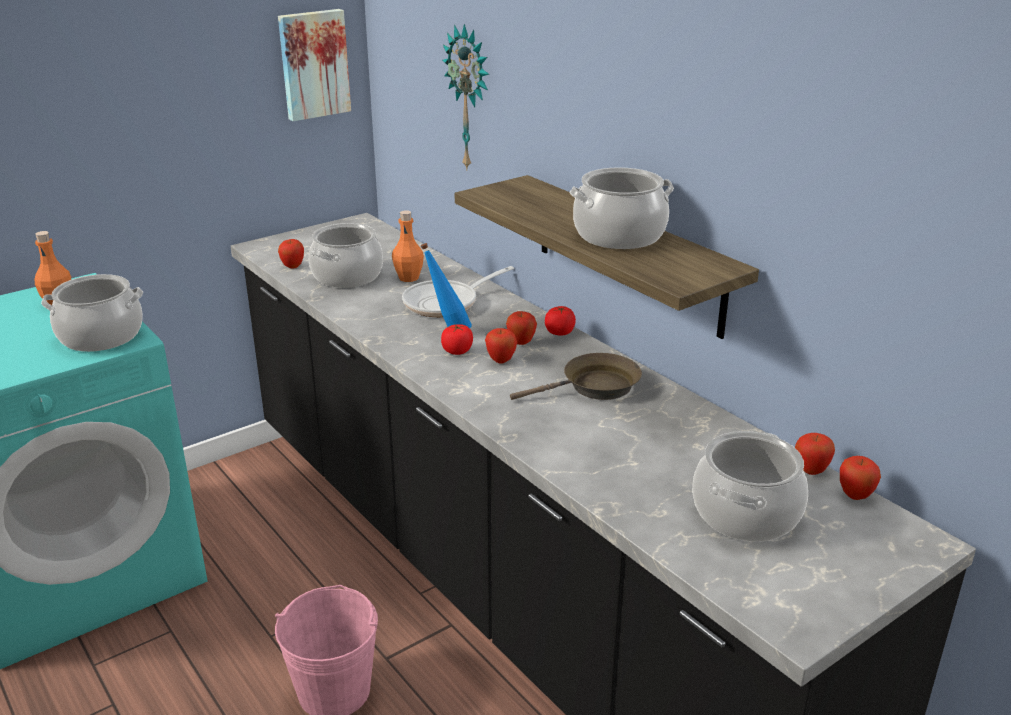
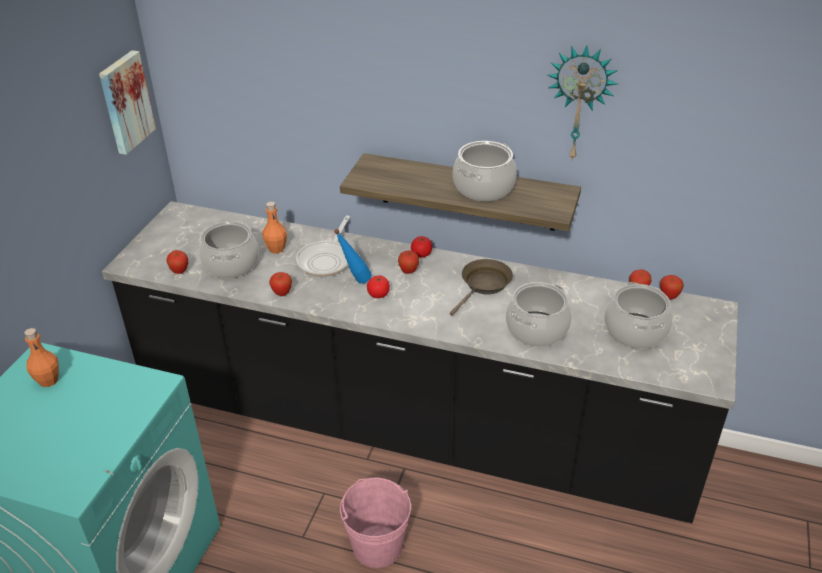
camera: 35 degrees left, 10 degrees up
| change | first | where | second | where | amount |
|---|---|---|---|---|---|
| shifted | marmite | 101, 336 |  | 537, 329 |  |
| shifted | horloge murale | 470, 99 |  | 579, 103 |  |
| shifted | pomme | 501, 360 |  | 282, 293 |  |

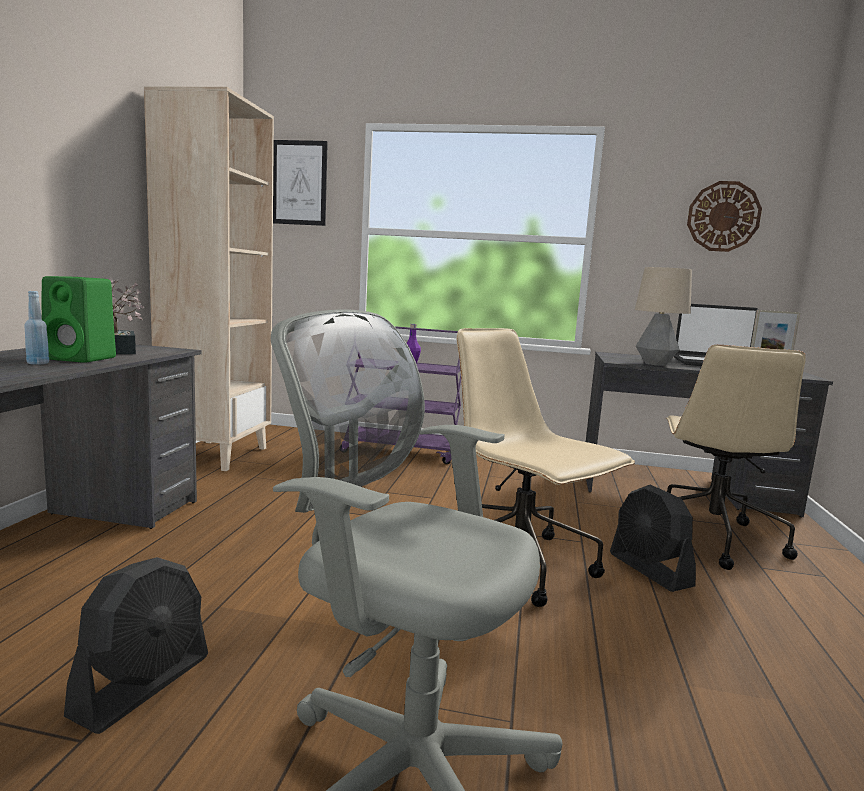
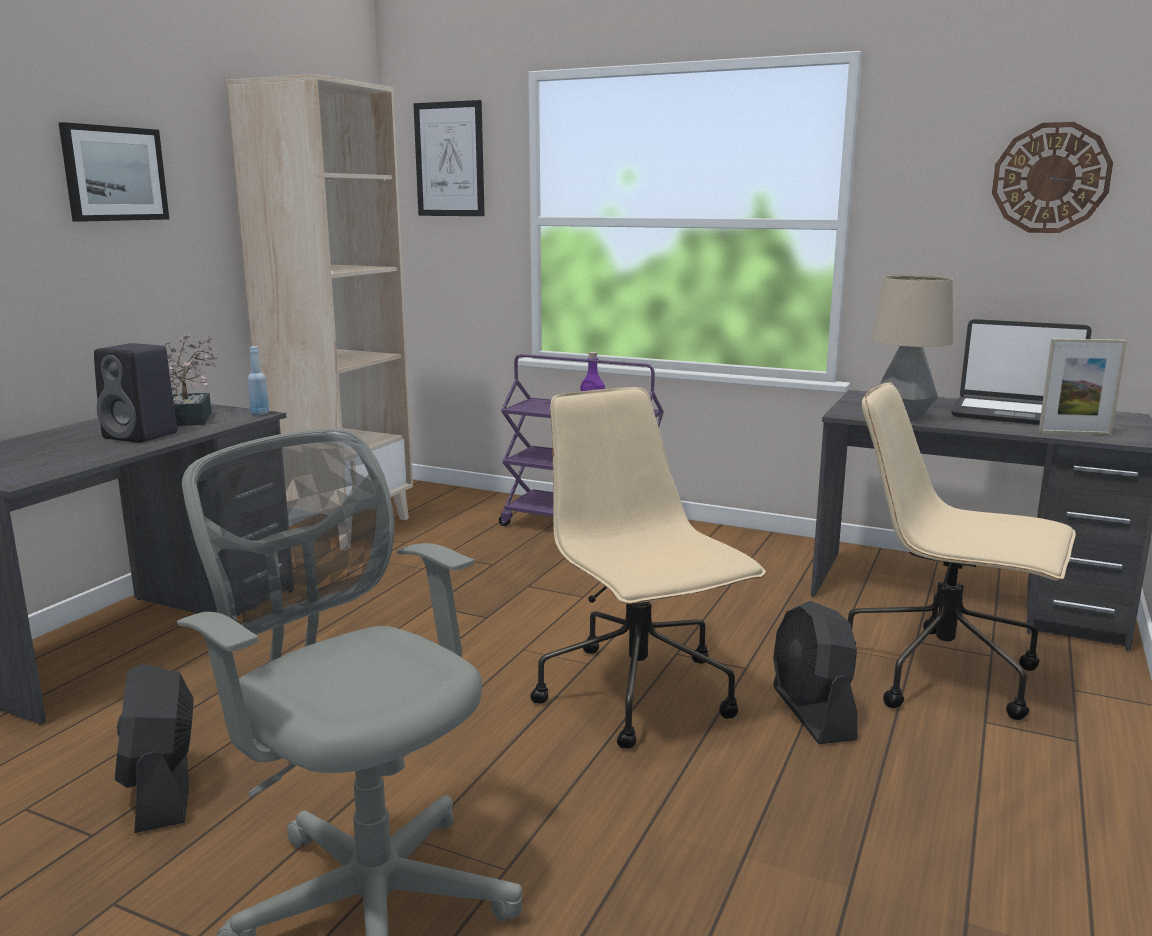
camera: 15 degrees right, 5 degrees up
| change | first | where | second | where | amount |
|---|---|---|---|---|---|
| new |  |  | tableau | 114, 174 |  |
| shifted | bouteille [bleu] | 38, 363 |  | 260, 413 |  |
| repainted | enceinte [vert] | 83, 358 | enceinte [noir] | 143, 435 |  |
| rotated | ventilateur [noir] | 143, 685 |  | 162, 791 | 120 degrees clockwise |
| rotated | chaise de bureau [beige] | 710, 537 |  | 944, 673 | 90 degrees clockwise |

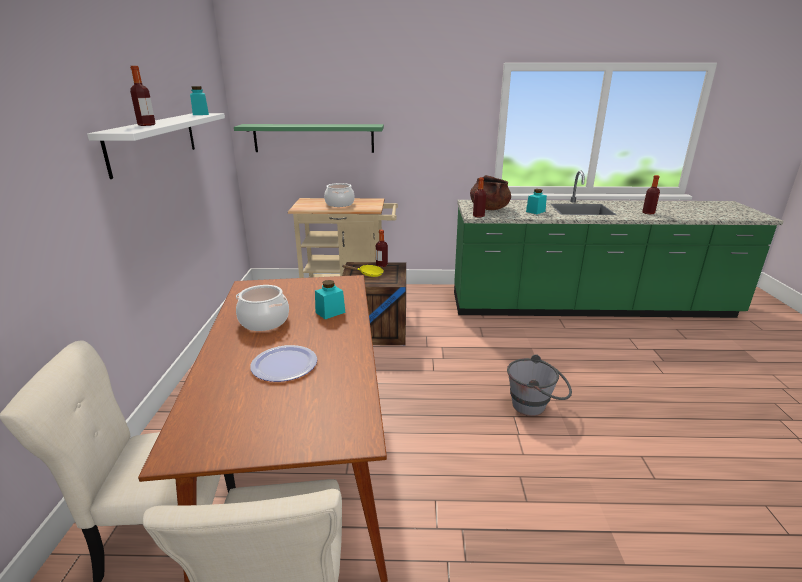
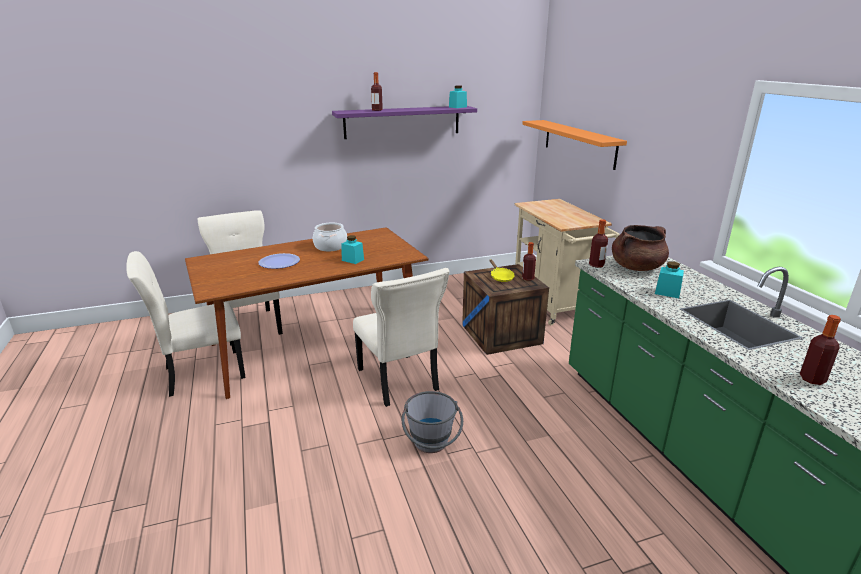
camera: 70 degrees right, 0 degrees up
| change | first | where | second | where | amount |
|---|---|---|---|---|---|
| gone | marmite | 339, 204 |  |  |  |
| new |  |  | chaise [beige] | 398, 381 |  |
| repainted | étagère [blanc] | 154, 141 | étagère [violet] | 402, 122 |  |
| repainted | étagère [vert] | 313, 138 | étagère [orange] | 579, 143 |  |

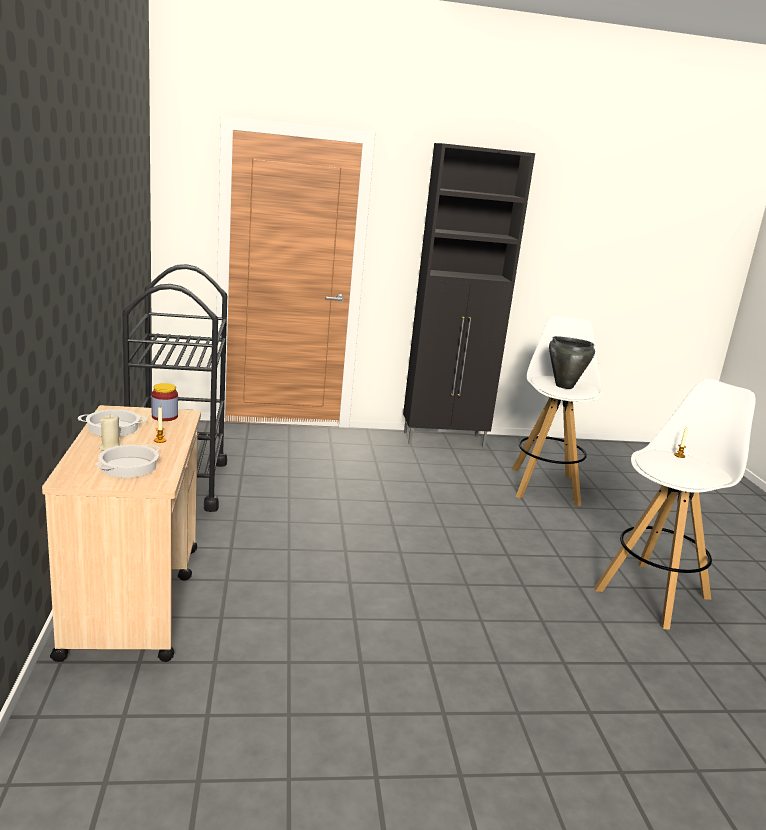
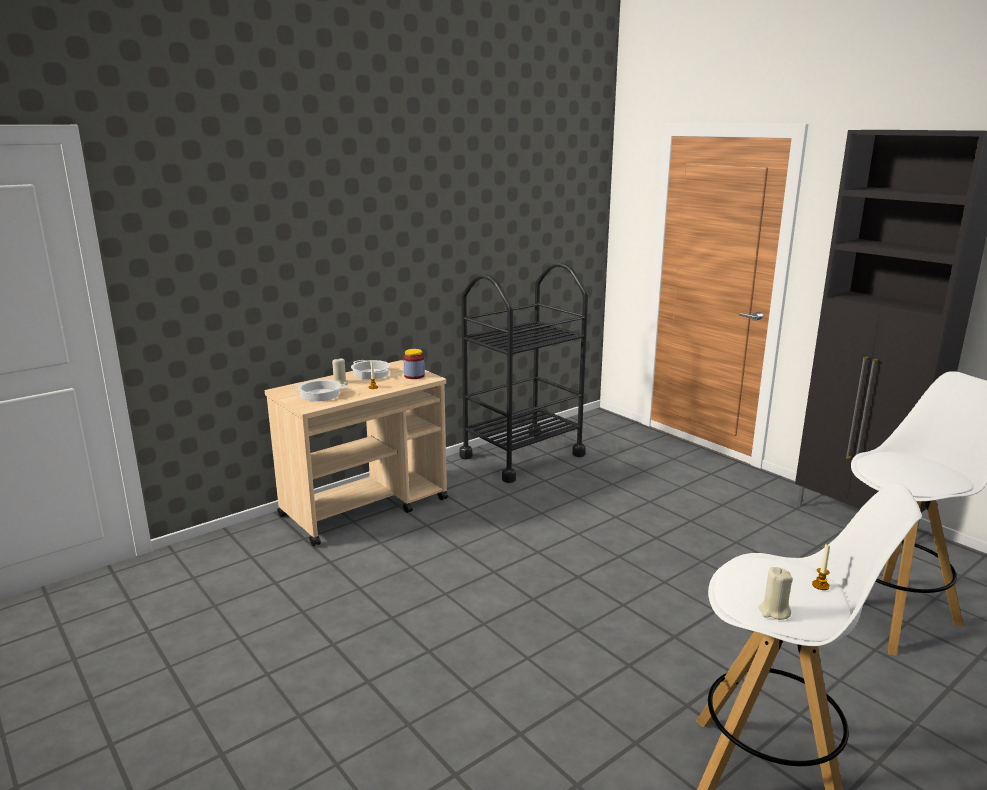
camera: 60 degrees right, 0 degrees up
| change | first | where | second | where | amount |
|---|---|---|---|---|---|
| gone | marmite [noir] | 564, 386 |  |  |  |
| new |  |  | bougie [beige] | 774, 611 |  |

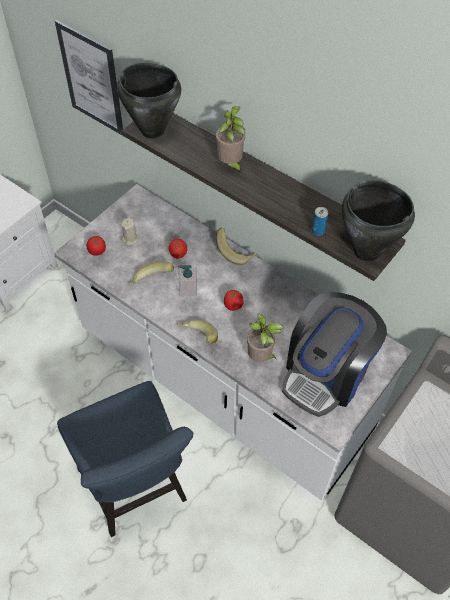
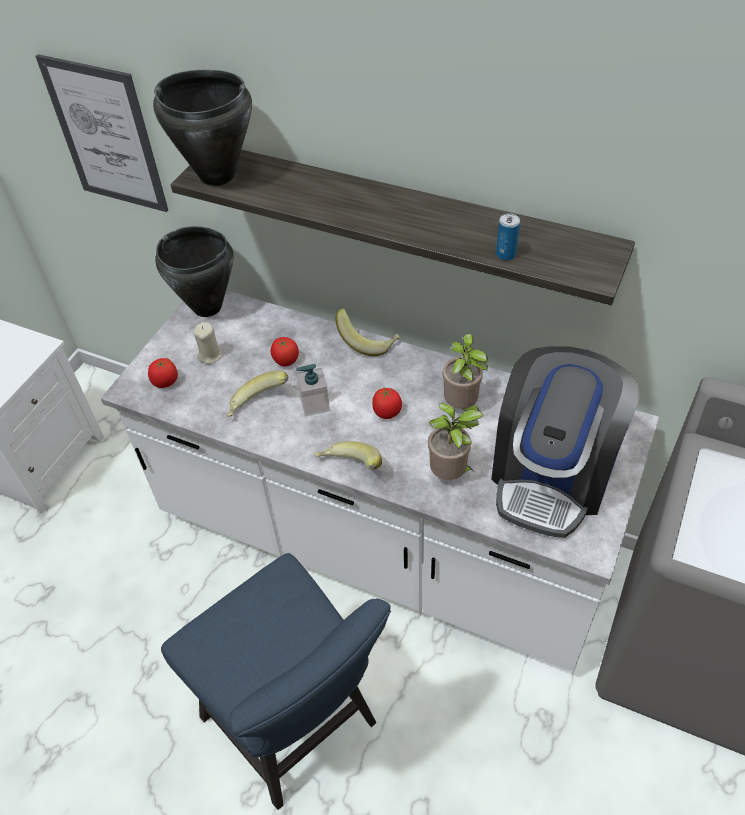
camera: 10 degrees left, 5 degrees down
| change | first | where | second | where | amount |
|---|---|---|---|---|---|
| shifted | plante en pot | 230, 164 |  | 462, 407 |  |
| shifted | marmite [noir] | 366, 251 |  | 207, 308 |  |

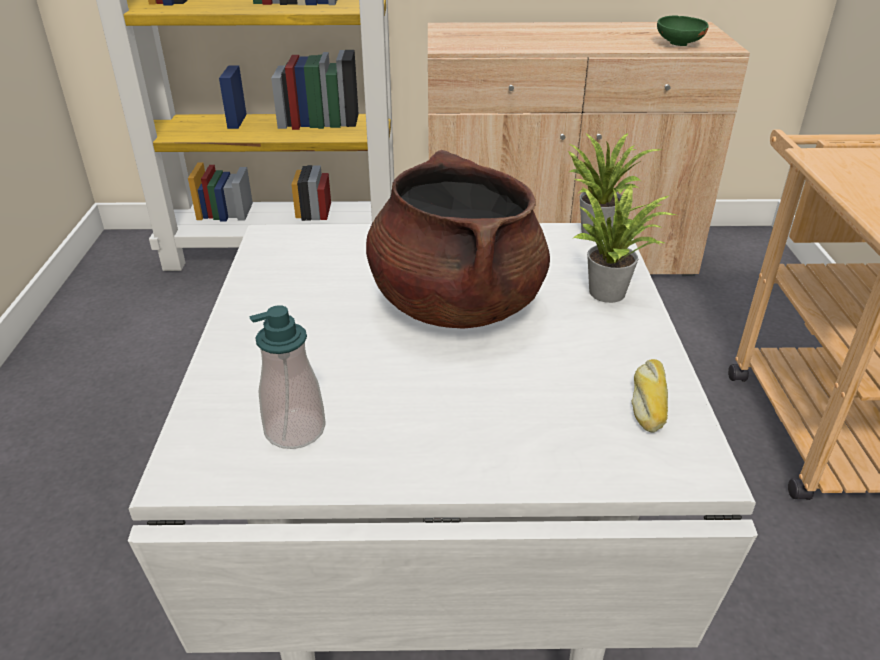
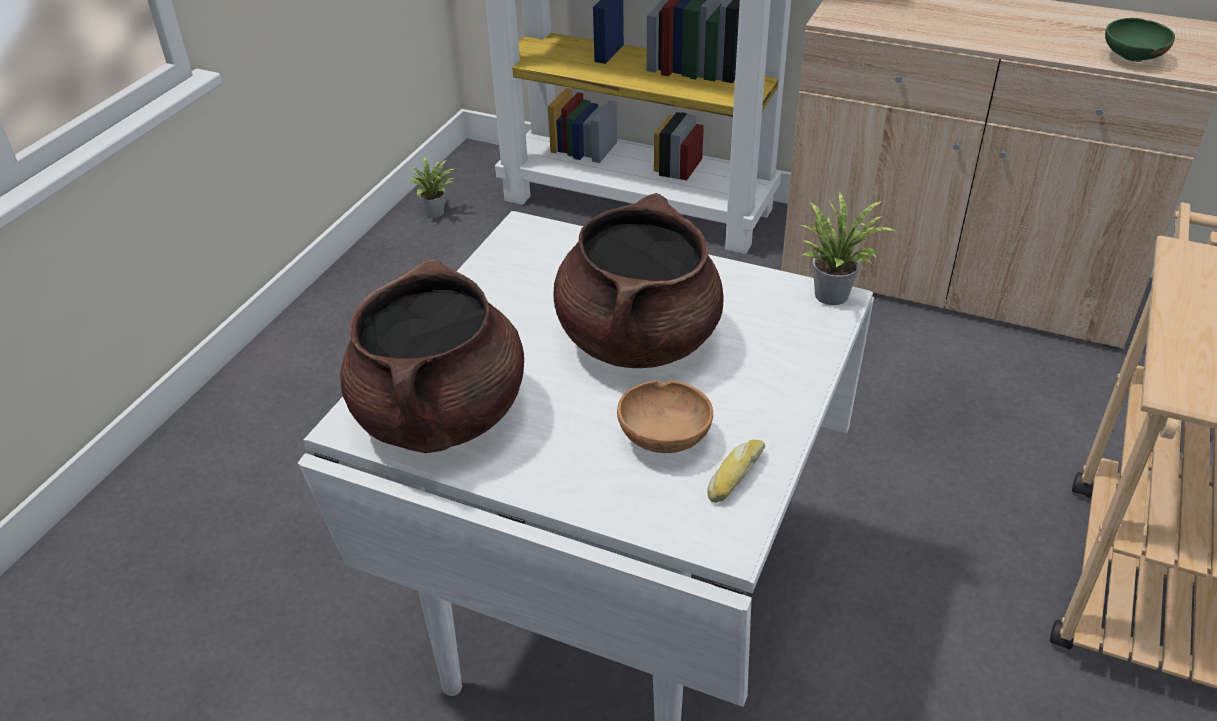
camera: 25 degrees right, 5 degrees up
| change | first | where | second | where | amount |
|---|---|---|---|---|---|
| new |  |  | bol [marron] | 666, 438 |  |
| shifted | plante en pot | 612, 292 |  | 437, 213 |  |
| swapped | distributeur de savon | 295, 430 | marmite [marron] | 441, 416 |  |

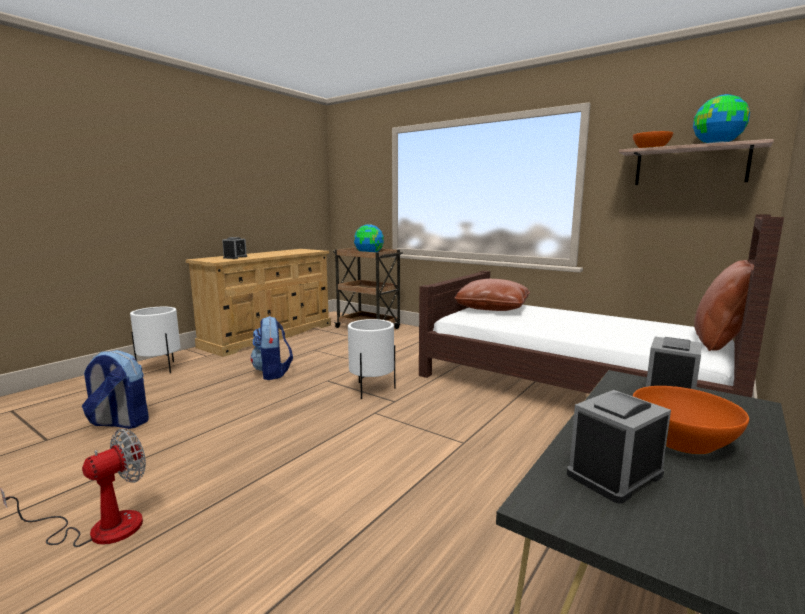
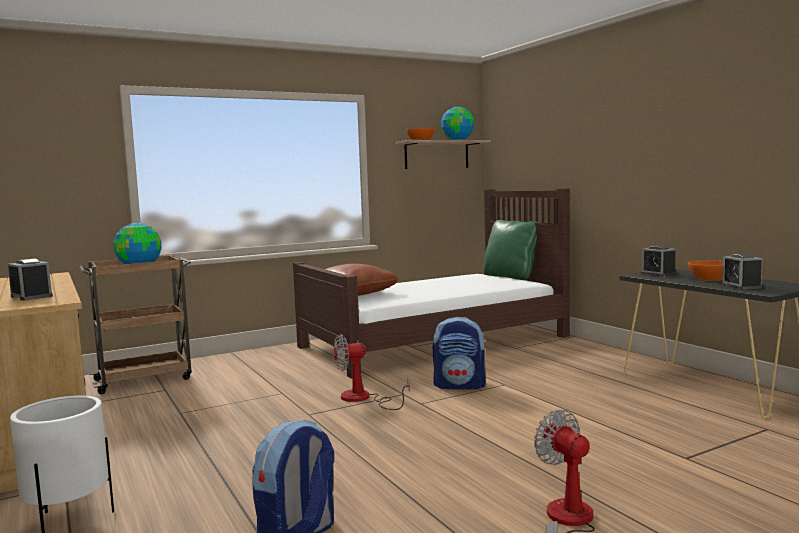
camera: 65 degrees left, 5 degrees down
| change | first | where | second | where | amount |
|---|---|---|---|---|---|
| shifted | sac à dos | 273, 373 |  | 460, 385 |  |
| swapped | cache-pot [blanc] | 371, 389 | ventilateur | 363, 399 |  |
| repainted | coussin [marron] | 721, 343 | coussin [vert] | 511, 277 |  |

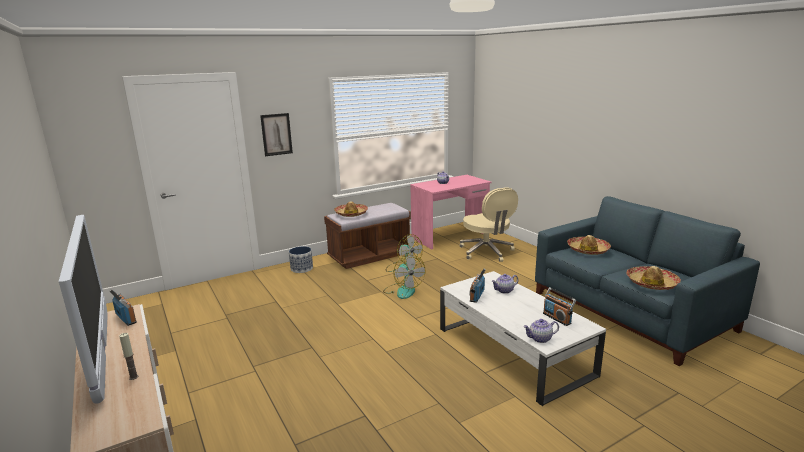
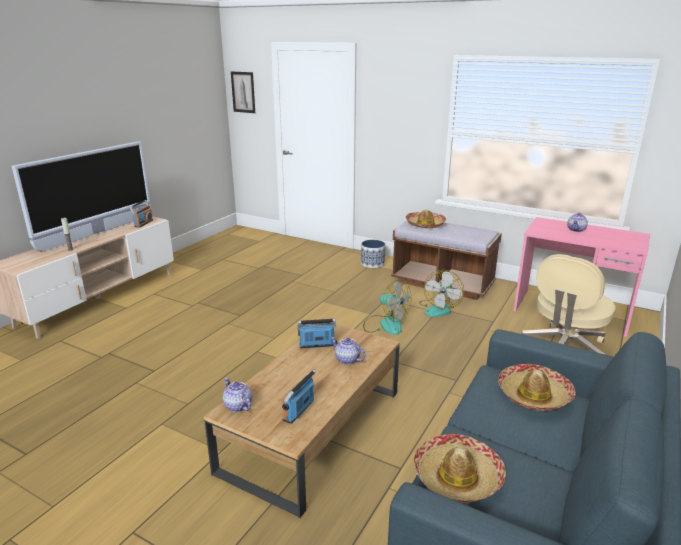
camera: 60 degrees right, 5 degrees up
| change | first | where | second | where | amount |
|---|---|---|---|---|---|
| shifted | tableau | 276, 134 |  | 243, 92 |  |
| repainted | table basse [blanc] | 513, 351 | table basse [marron] | 313, 430 |  |
| rotated | ventilateur | 403, 290 |  | 385, 324 | 90 degrees counterclockwise |

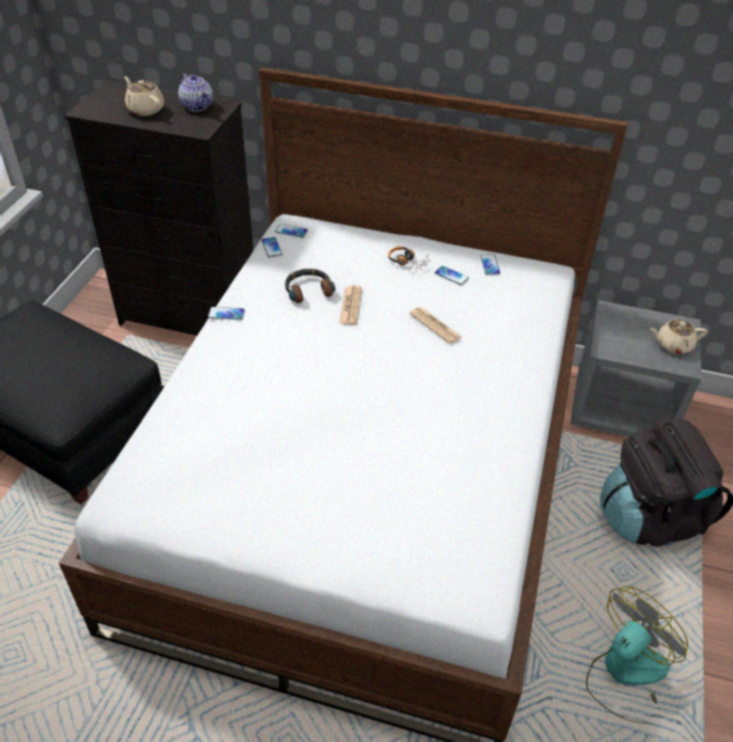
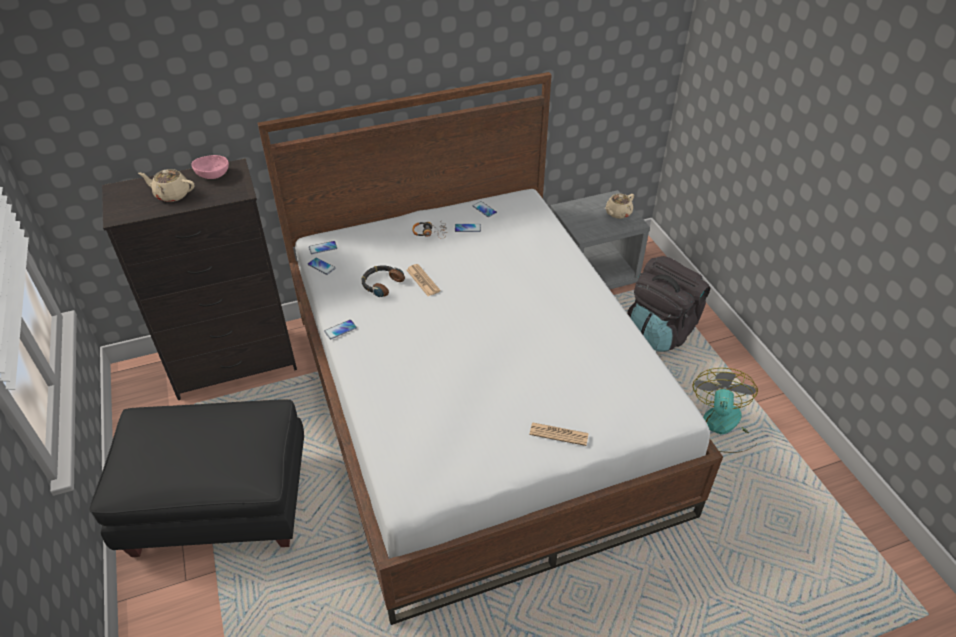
camera: 35 degrees left, 0 degrees up
| change | first | where | second | where | amount |
|---|---|---|---|---|---|
| shifted | journal | 435, 325 |  | 559, 434 |  |
| swapped | théière | 197, 106 | bol [rose] | 213, 175 |  |

